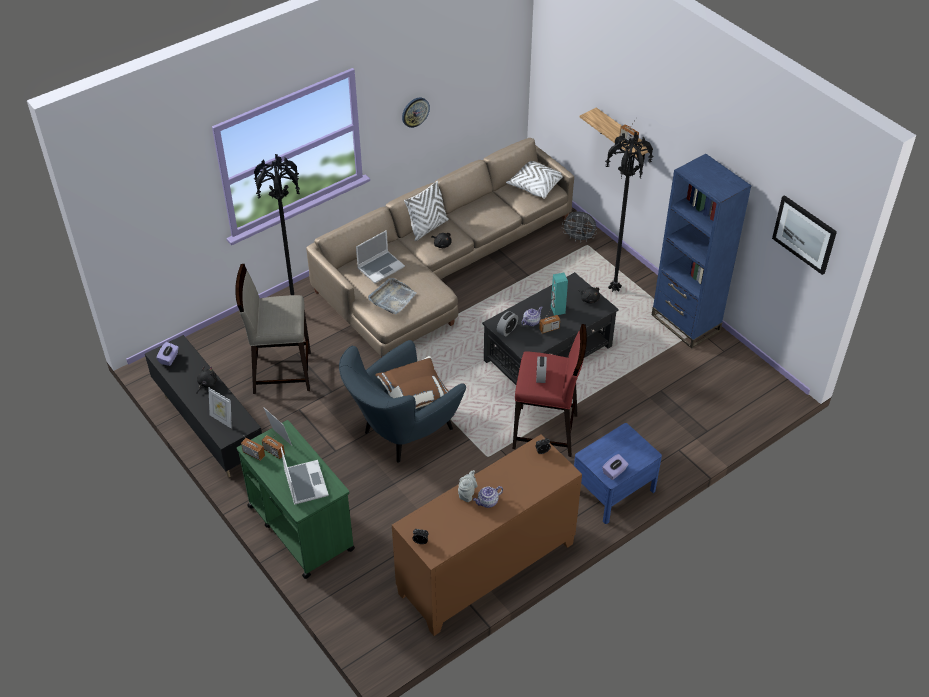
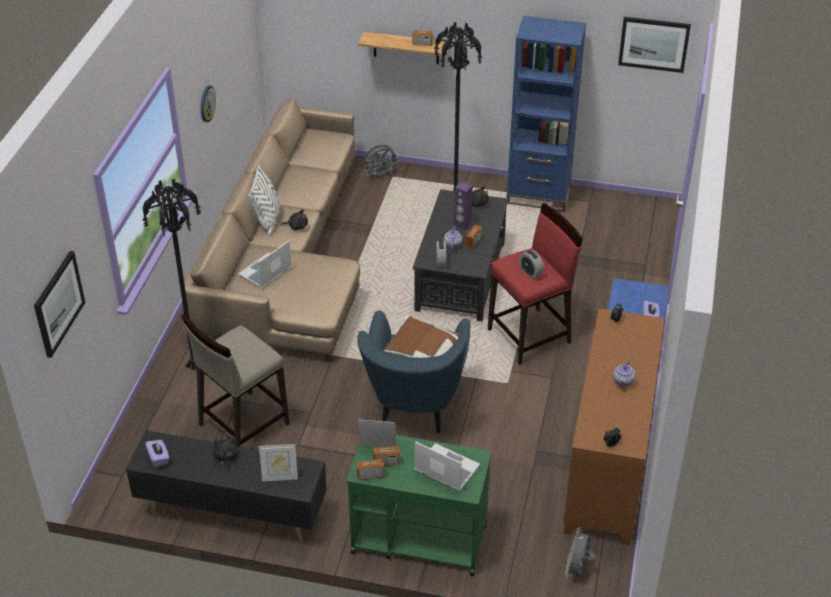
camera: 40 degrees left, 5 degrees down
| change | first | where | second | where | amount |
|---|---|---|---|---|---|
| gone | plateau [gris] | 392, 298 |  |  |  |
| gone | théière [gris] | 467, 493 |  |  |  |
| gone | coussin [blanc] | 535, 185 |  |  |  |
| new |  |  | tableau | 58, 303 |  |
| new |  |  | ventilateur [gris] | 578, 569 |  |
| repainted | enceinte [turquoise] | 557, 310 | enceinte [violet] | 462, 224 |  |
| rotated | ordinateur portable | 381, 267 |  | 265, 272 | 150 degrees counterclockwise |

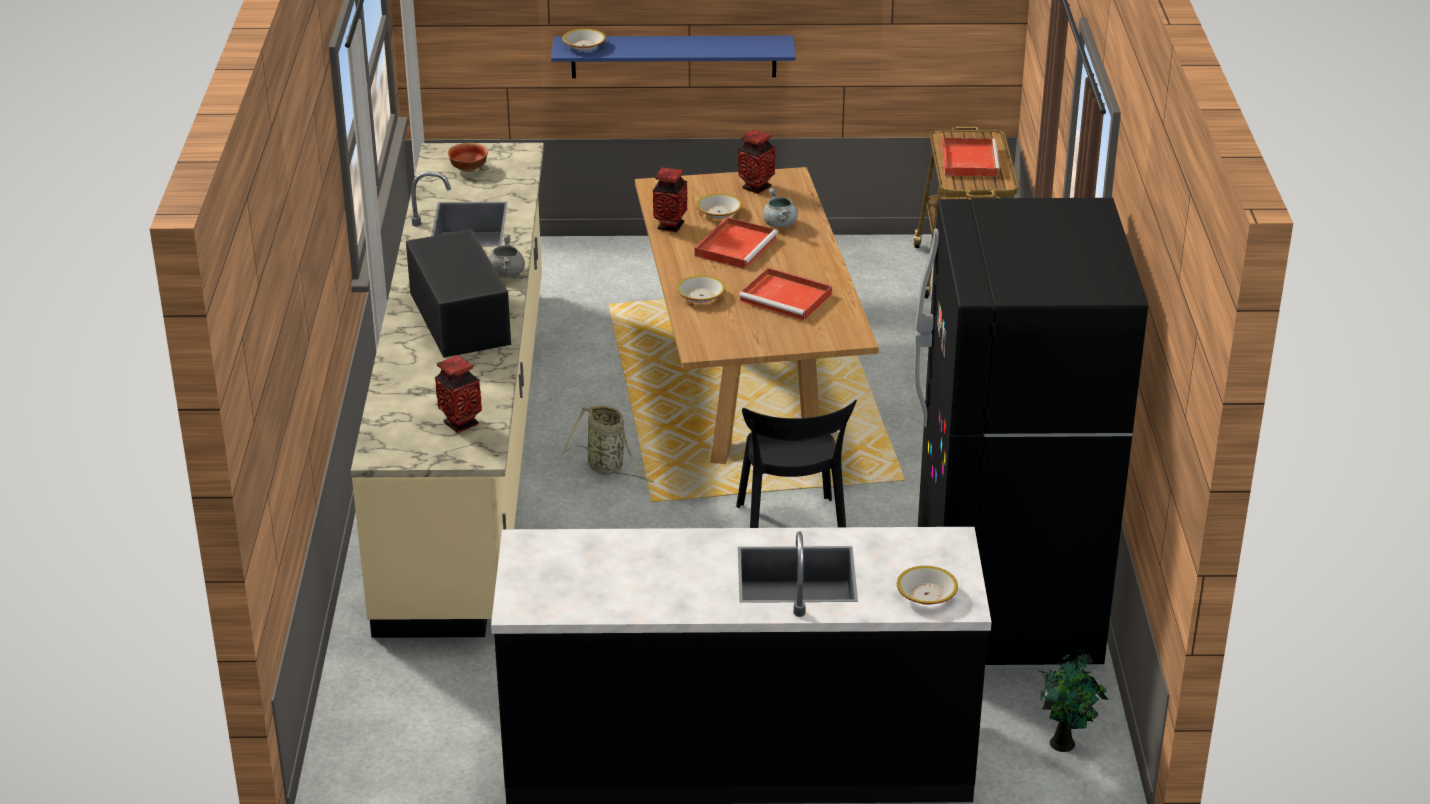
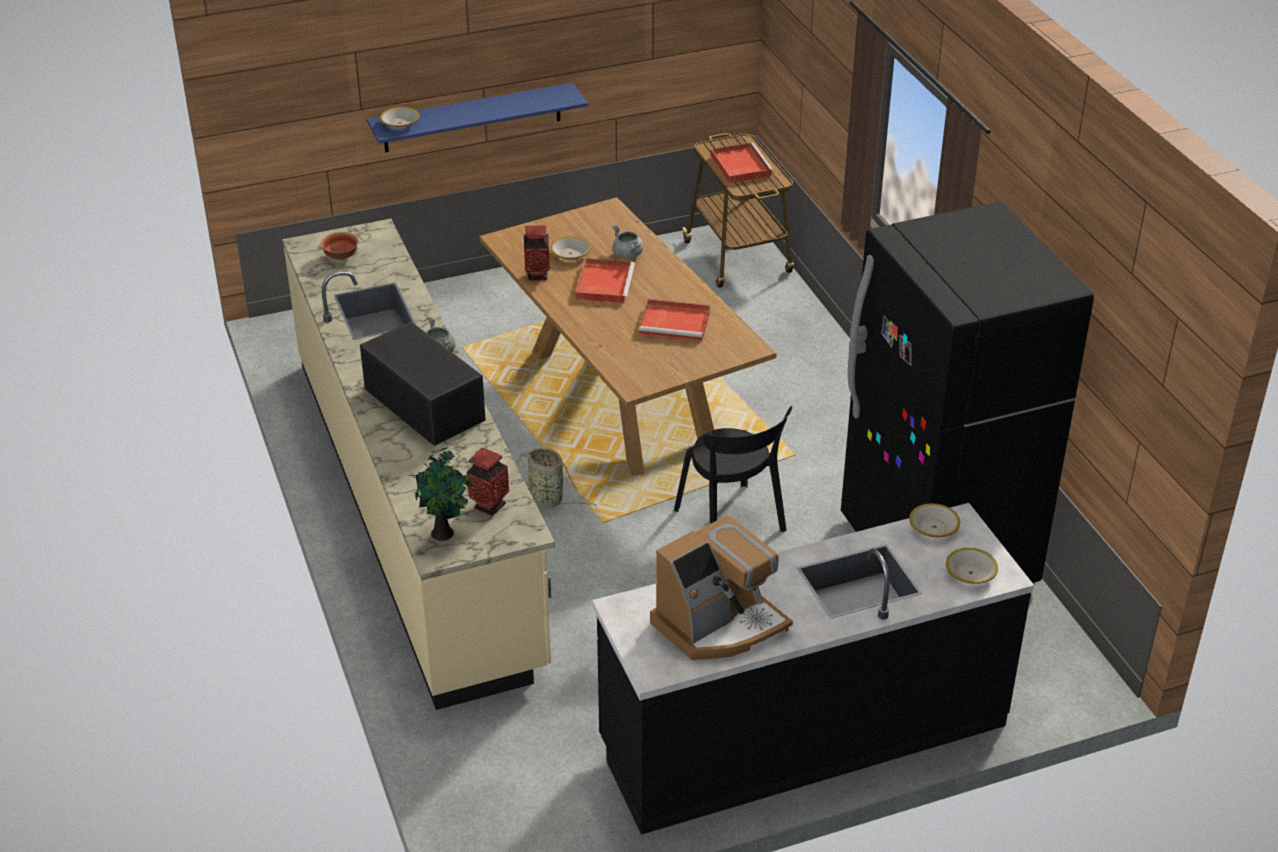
camera: 20 degrees left, 5 degrees up
| change | first | where | second | where | amount |
|---|---|---|---|---|---|
| gone | vase | 756, 187 |  |  |  |
| new |  |  | machine à café | 719, 624 |  |
| shifted | bol | 701, 296 |  | 934, 527 |  |
| shifted | plante en pot | 1065, 743 |  | 444, 533 |  |

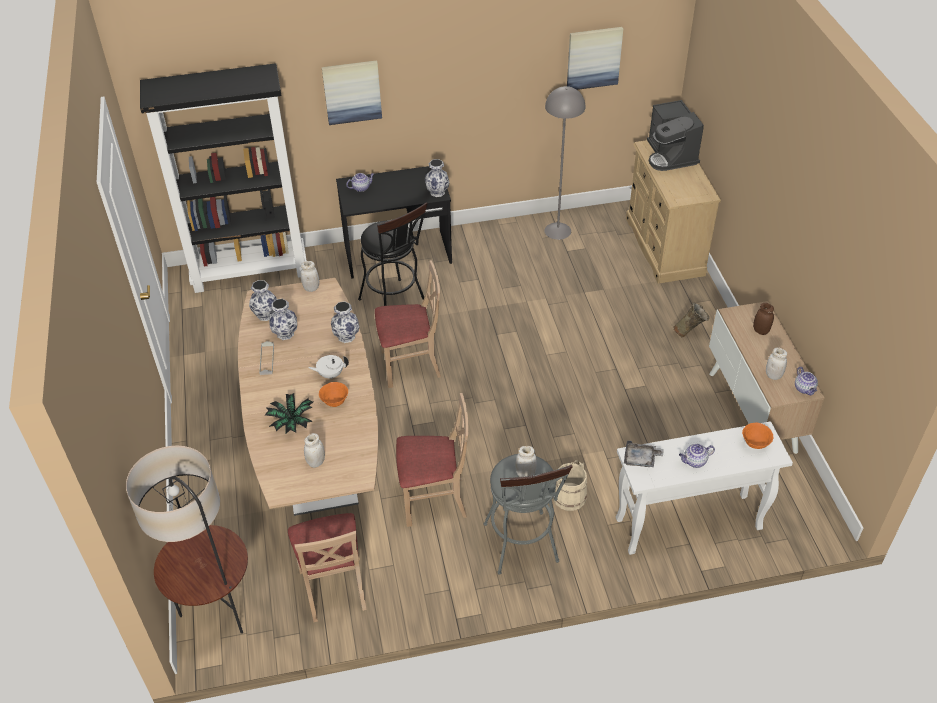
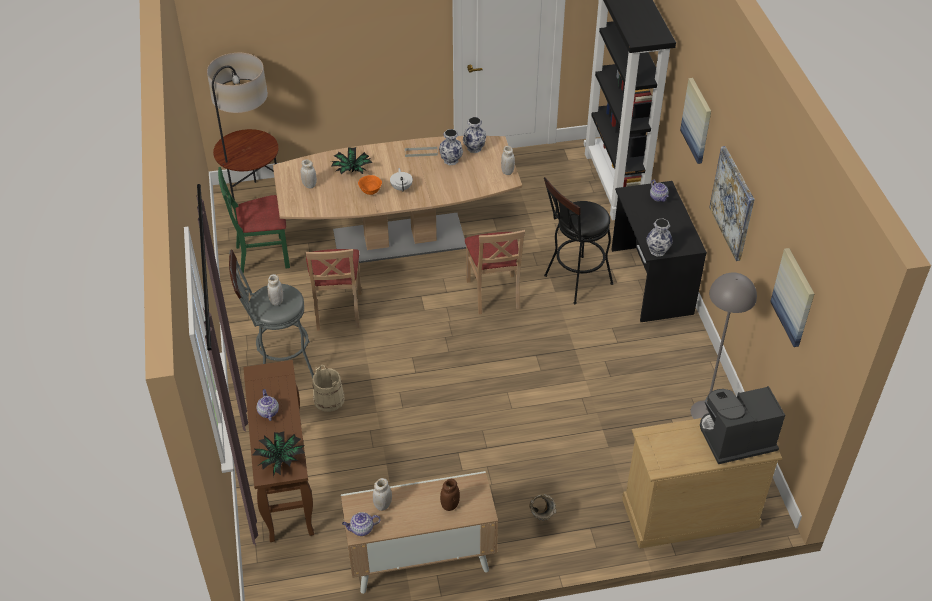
camera: 90 degrees right, 0 degrees up
| change | first | where | second | where | amount |
|---|---|---|---|---|---|
| gone | vase | 346, 336 |  |  |  |
| gone | plateau [gris] | 641, 459 |  |  |  |
| new |  |  | tableau | 733, 203 |  |
| swapped | bol [orange] | 755, 444 | plante en pot | 281, 460 |  |
| repainted | chaise [beige] | 334, 588 | chaise [vert] | 262, 255 |  |
| repainted | table console [blanc] | 687, 524 | table console [marron] | 285, 483 |  |

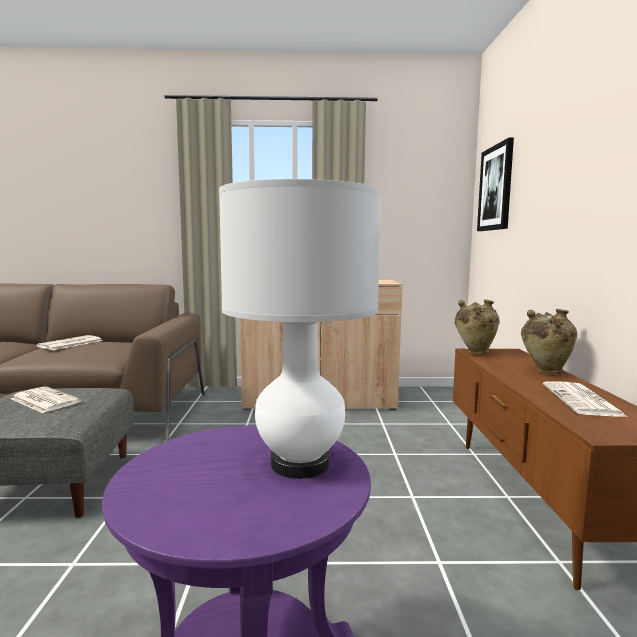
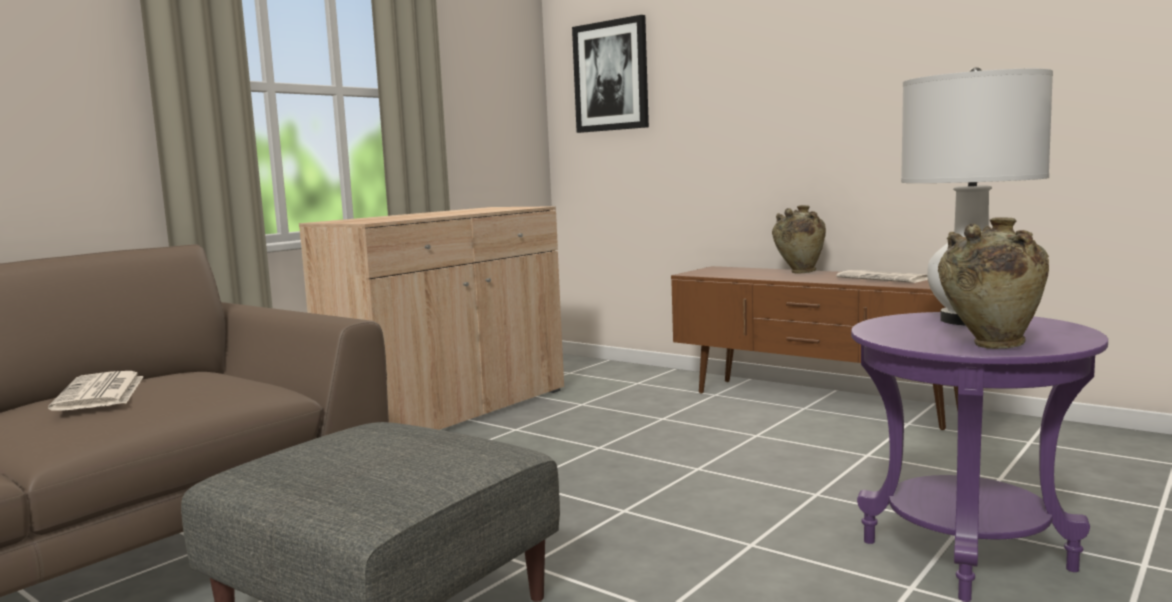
camera: 50 degrees left, 0 degrees up
| change | first | where | second | where | amount |
|---|---|---|---|---|---|
| gone | journal | 44, 400 |  |  |  |
| shifted | vase [beige] | 475, 353 |  | 990, 345 |  |

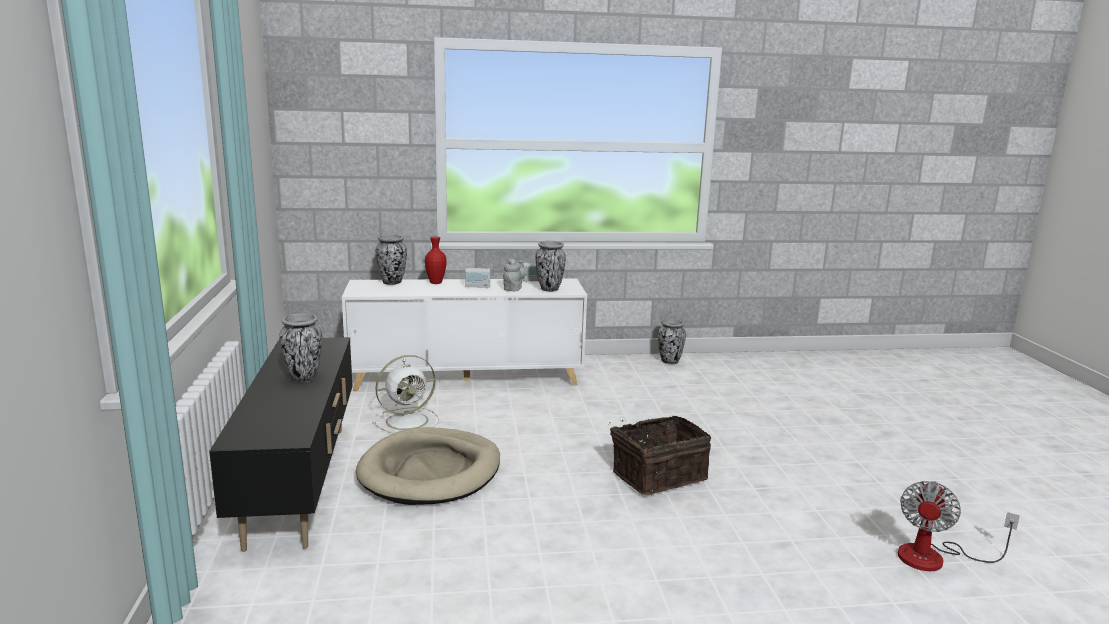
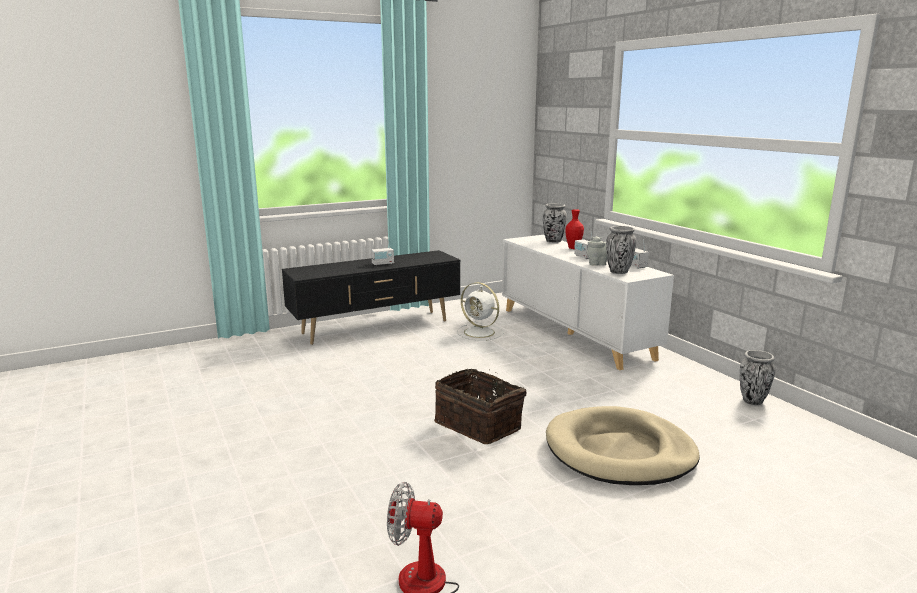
camera: 70 degrees right, 0 degrees up
| change | first | where | second | where | amount |
|---|---|---|---|---|---|
| shifted | panier pour chien [beige] | 430, 471 |  | 619, 451 |  |
| swapped | vase | 303, 378 | radio | 383, 264 |  |

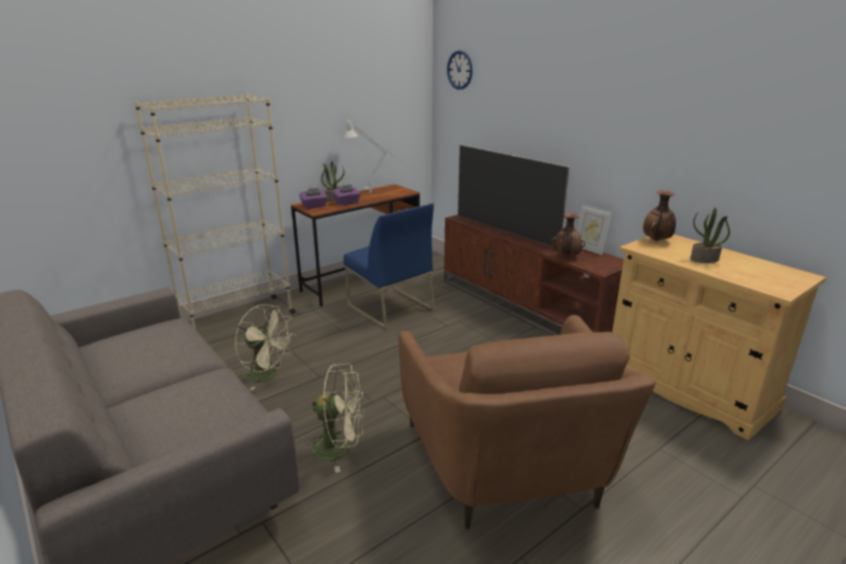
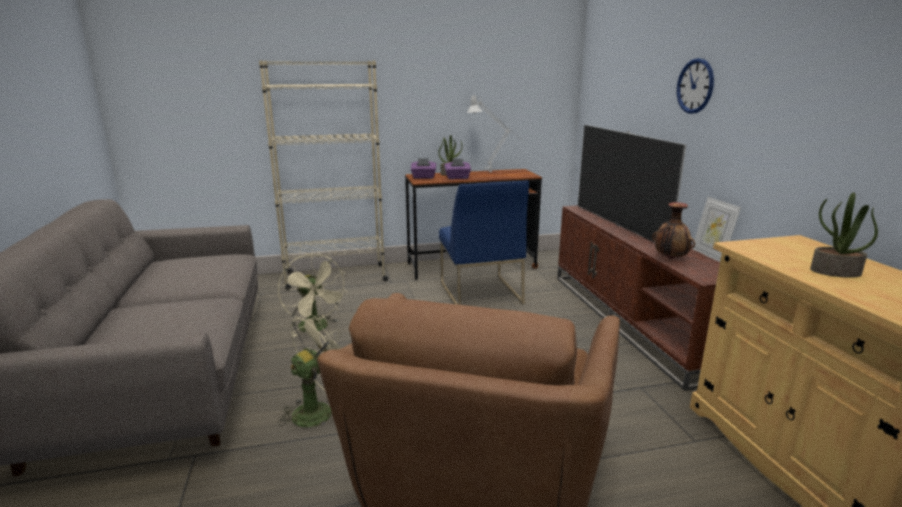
camera: 25 degrees right, 5 degrees down
| change | first | where | second | where | amount |
|---|---|---|---|---|---|
| gone | vase | 657, 241 |  |  |  |
| shifted | horloge murale | 460, 70 |  | 695, 86 |  |
| rotated | ventilateur [beige] | 339, 449 |  | 319, 410 | 75 degrees counterclockwise |

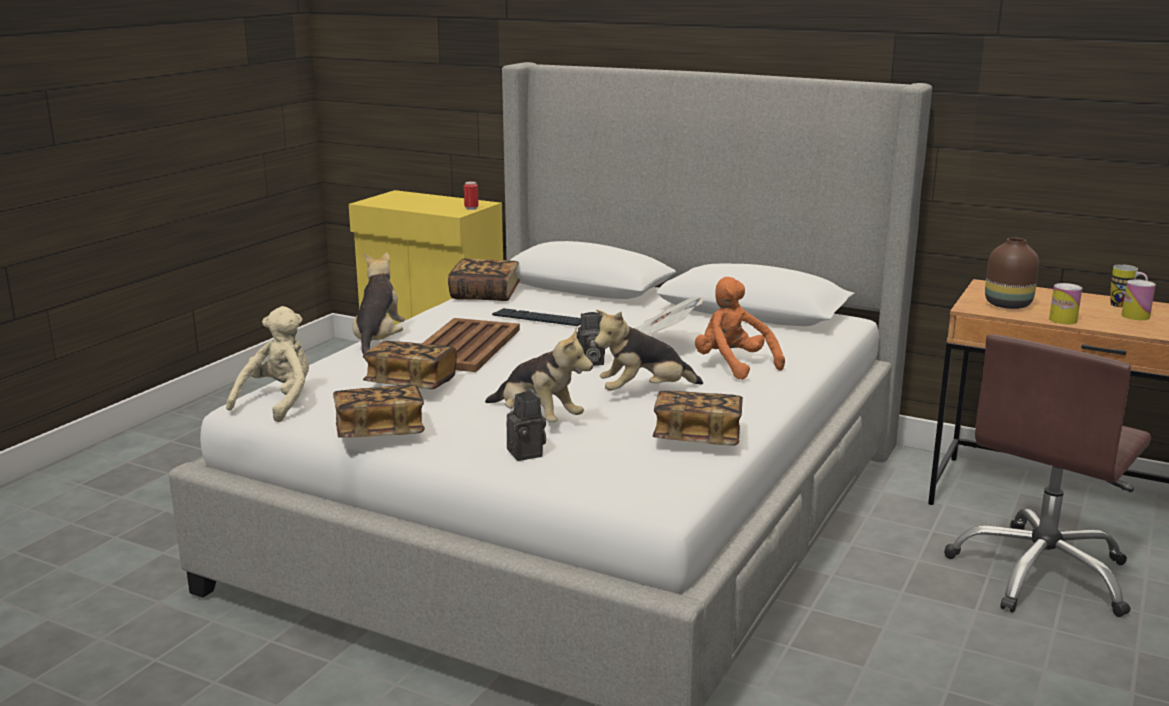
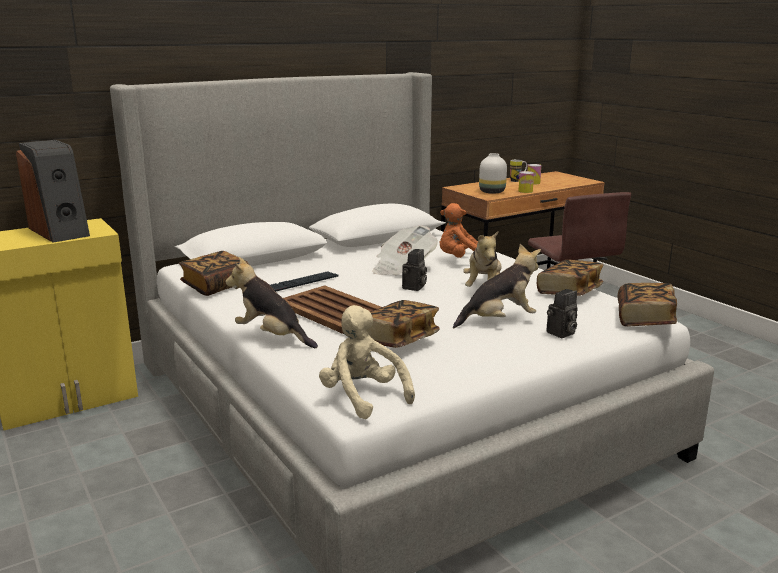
camera: 60 degrees left, 0 degrees up
| change | first | where | second | where | amount |
|---|---|---|---|---|---|
| gone | boîte métallique | 471, 208 |  |  |  |
| new |  |  | enceinte | 60, 231 |  |
| shifted | livre | 379, 432 |  | 644, 319 |  |
| repainted | vase [marron] | 1006, 305 | vase [blanc] | 491, 192 |  |
| rotated | appareil photo | 528, 453 |  | 561, 333 | 135 degrees clockwise |

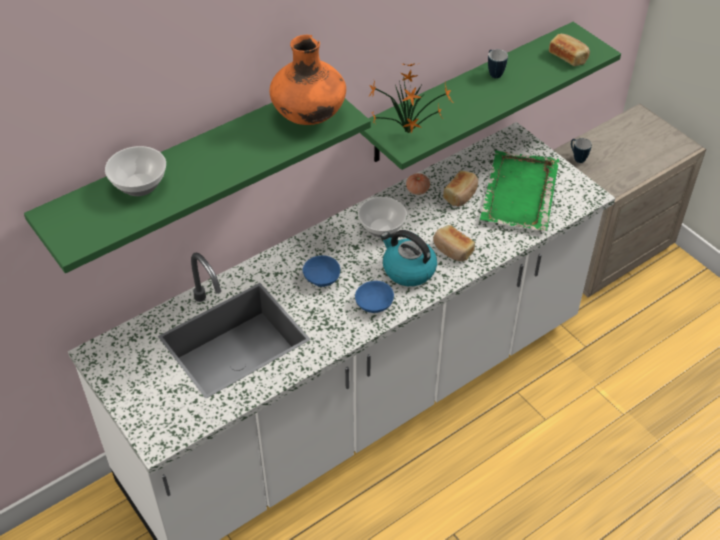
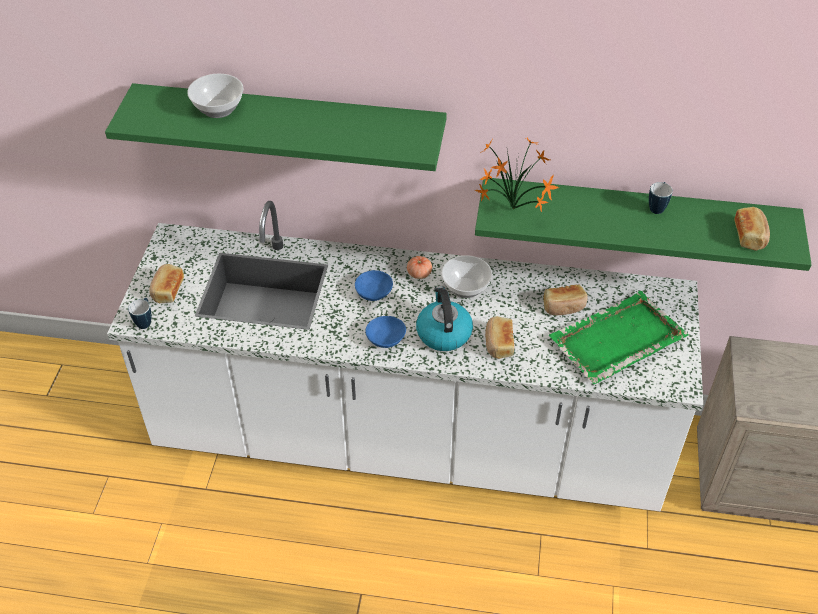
camera: 45 degrees right, 0 degrees up
| change | first | where | second | where | amount |
|---|---|---|---|---|---|
| gone | vase [orange] | 309, 116 |  |  |  |
| new |  |  | pain | 167, 290 |  |
| shifted | tomate | 417, 190 |  | 419, 273 |  |
| shifted | mug | 577, 158 |  | 145, 321 |  |

